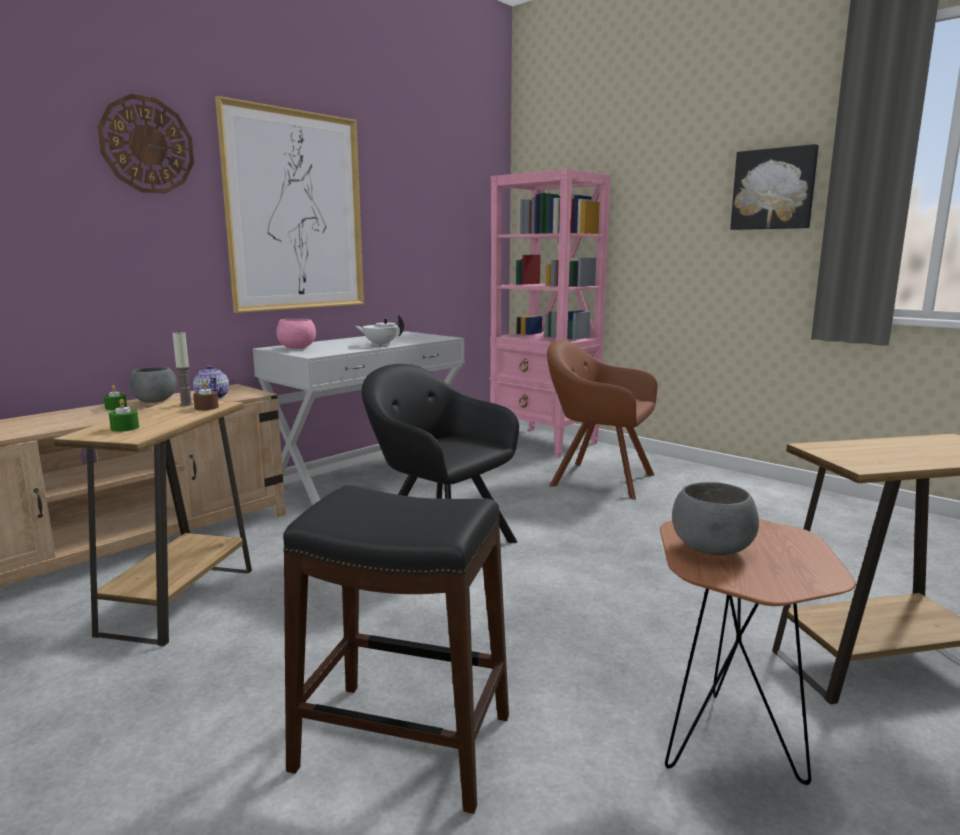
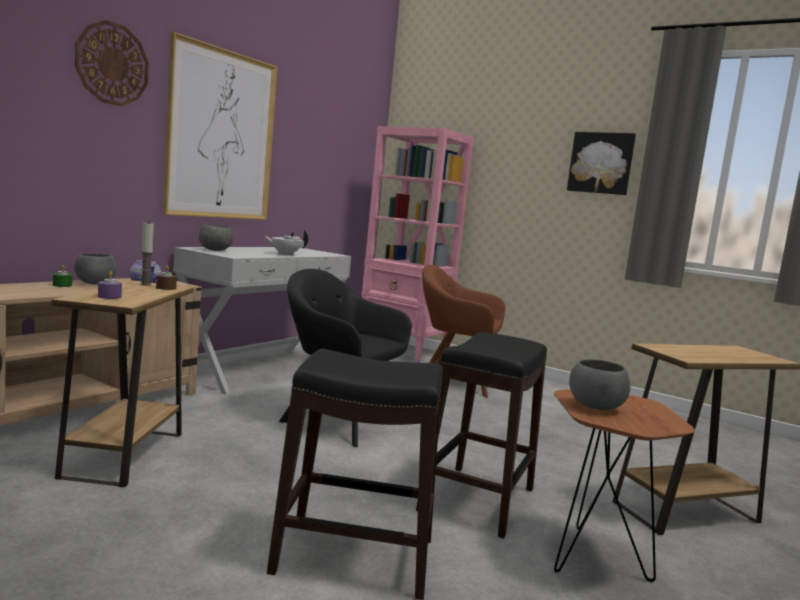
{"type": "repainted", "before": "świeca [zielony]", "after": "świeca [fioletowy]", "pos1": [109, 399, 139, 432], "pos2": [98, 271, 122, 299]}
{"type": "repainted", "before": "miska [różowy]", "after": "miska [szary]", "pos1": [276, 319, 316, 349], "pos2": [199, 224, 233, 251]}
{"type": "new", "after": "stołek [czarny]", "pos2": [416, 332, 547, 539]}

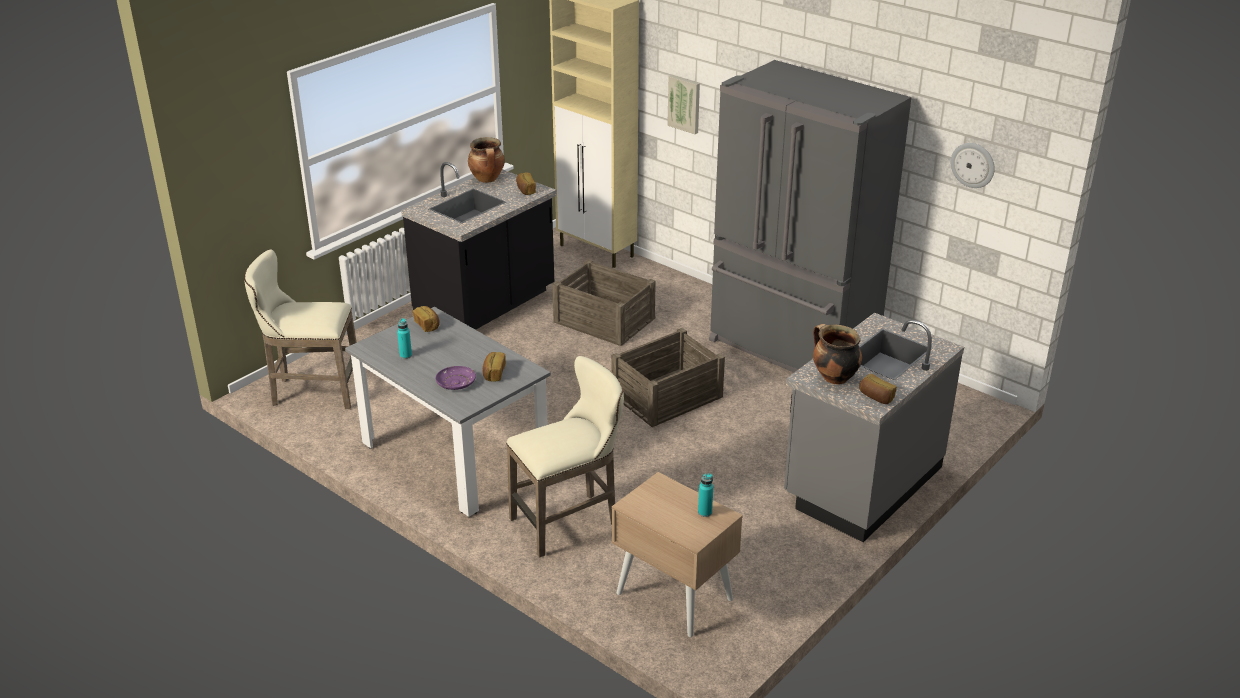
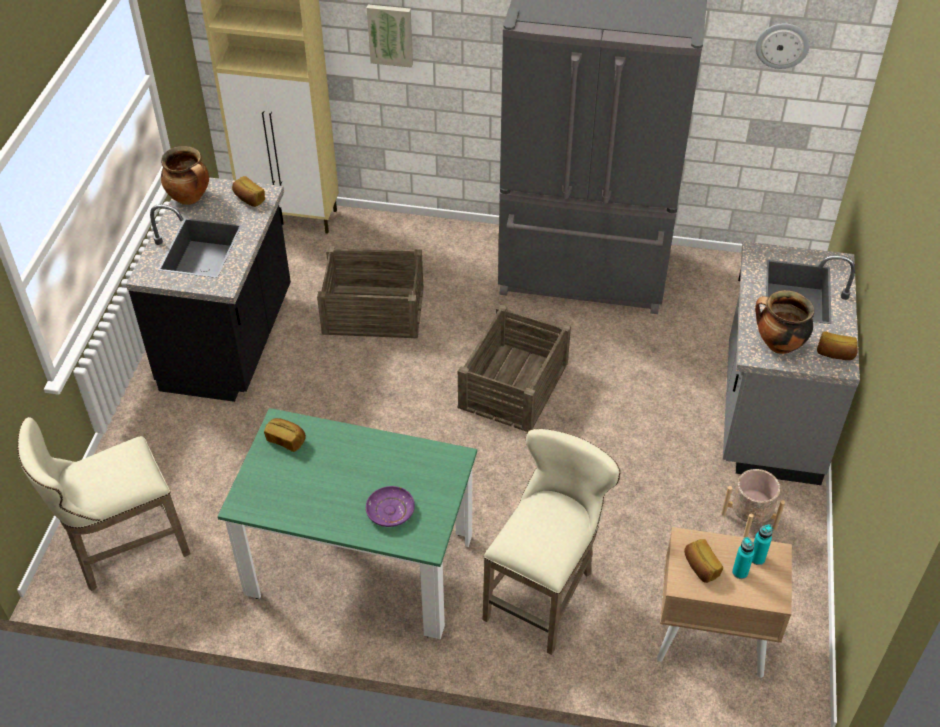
{"type": "repainted", "before": "stół jadalny [szary]", "after": "stół jadalny [zielony]", "pos1": [345, 307, 551, 517], "pos2": [218, 408, 477, 639]}
{"type": "shifted", "before": "chleb", "pos1": [483, 352, 506, 382], "pos2": [684, 539, 723, 583]}
{"type": "new", "after": "donica [beżowy]", "pos2": [721, 469, 785, 537]}
{"type": "shifted", "before": "butelka [turkusowy]", "pos1": [397, 318, 412, 359], "pos2": [732, 537, 754, 579]}

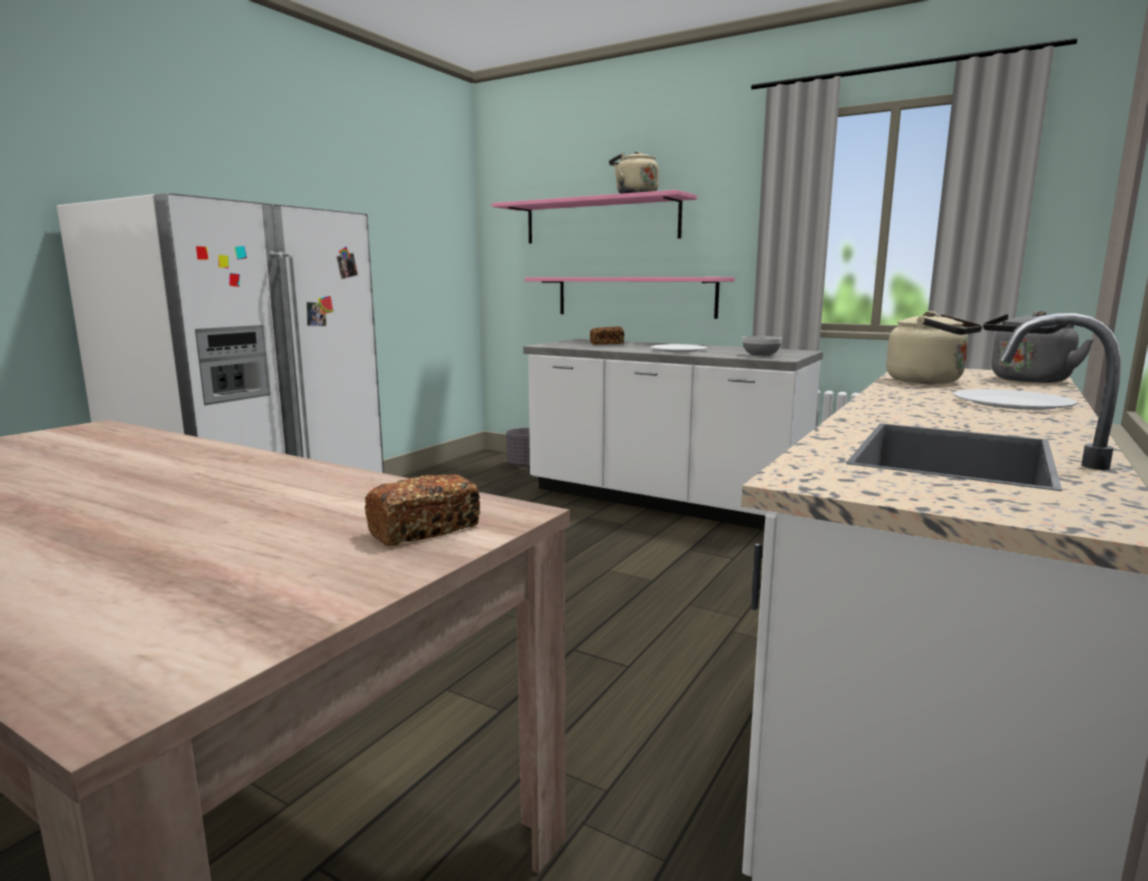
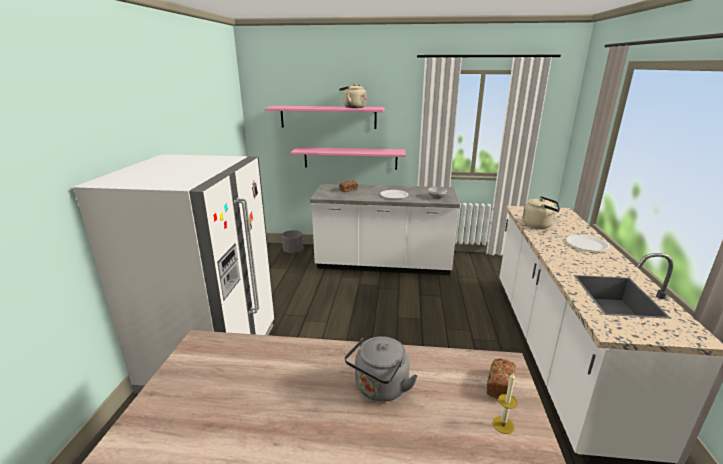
{"type": "shifted", "before": "czajnik [szary]", "pos1": [983, 311, 1094, 383], "pos2": [345, 336, 418, 402]}
{"type": "new", "after": "świeca", "pos2": [492, 373, 518, 434]}

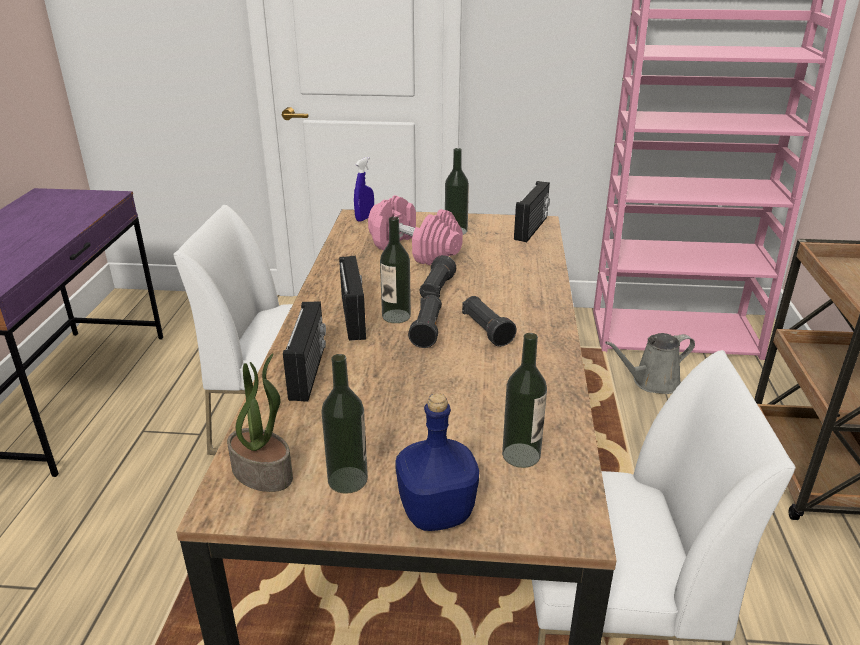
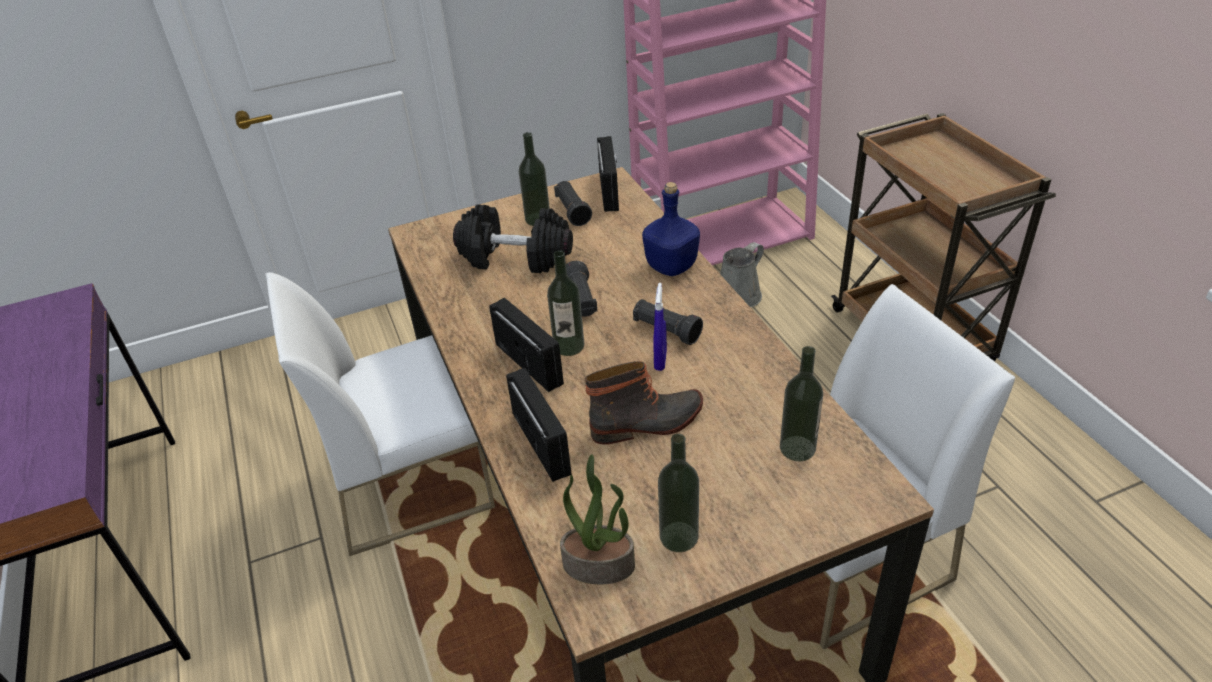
{"type": "repainted", "before": "hantel [różowy]", "after": "hantel [czarny]", "pos1": [368, 195, 463, 265], "pos2": [453, 204, 573, 273]}
{"type": "shifted", "before": "latarka [czarny]", "pos1": [408, 295, 442, 348], "pos2": [554, 181, 592, 226]}
{"type": "new", "after": "but z cholewką", "pos2": [585, 361, 703, 444]}
{"type": "shifted", "before": "butelka [niebieski]", "pos1": [396, 393, 479, 531], "pos2": [642, 182, 700, 276]}
{"type": "shifted", "before": "spryskiwacz [niebieski]", "pos1": [354, 157, 374, 222], "pos2": [653, 283, 667, 371]}

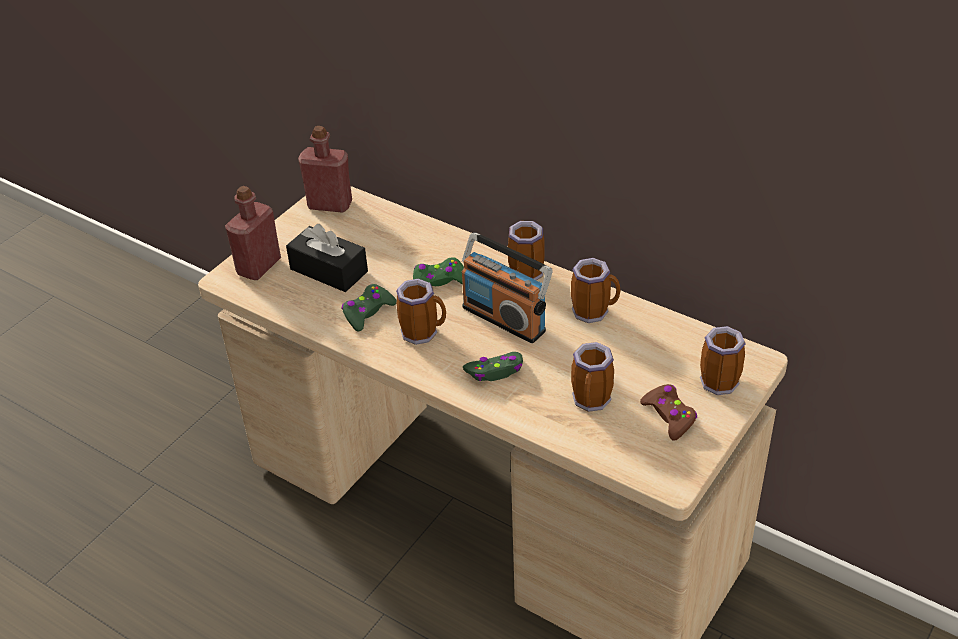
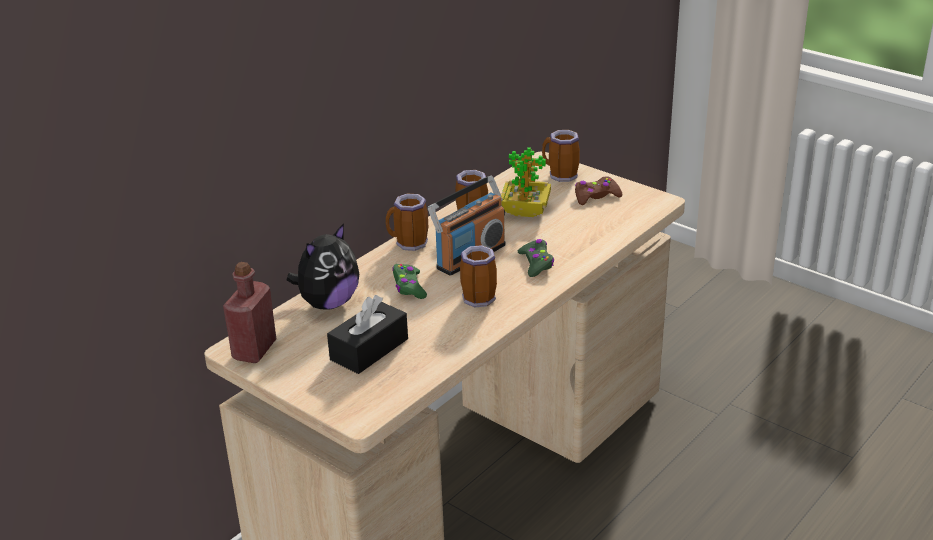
{"type": "new", "after": "pluszak", "pos2": [287, 223, 359, 309]}
{"type": "new", "after": "roślina doniczkowa", "pos2": [501, 147, 551, 217]}
{"type": "gone", "before": "butelka [czerwony]", "pos1": [225, 186, 281, 280]}
{"type": "gone", "before": "pad do gier [zielony]", "pos1": [341, 284, 397, 331]}
{"type": "gone", "before": "kubek", "pos1": [571, 342, 614, 412]}

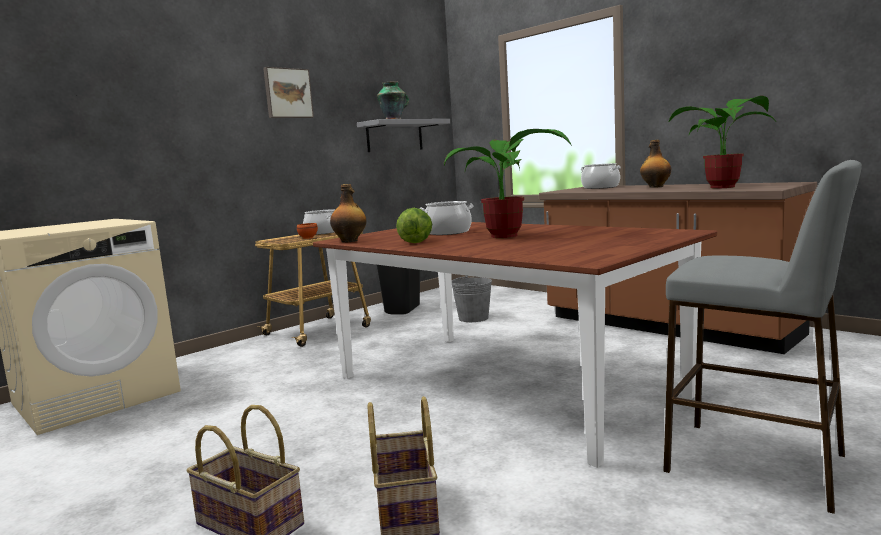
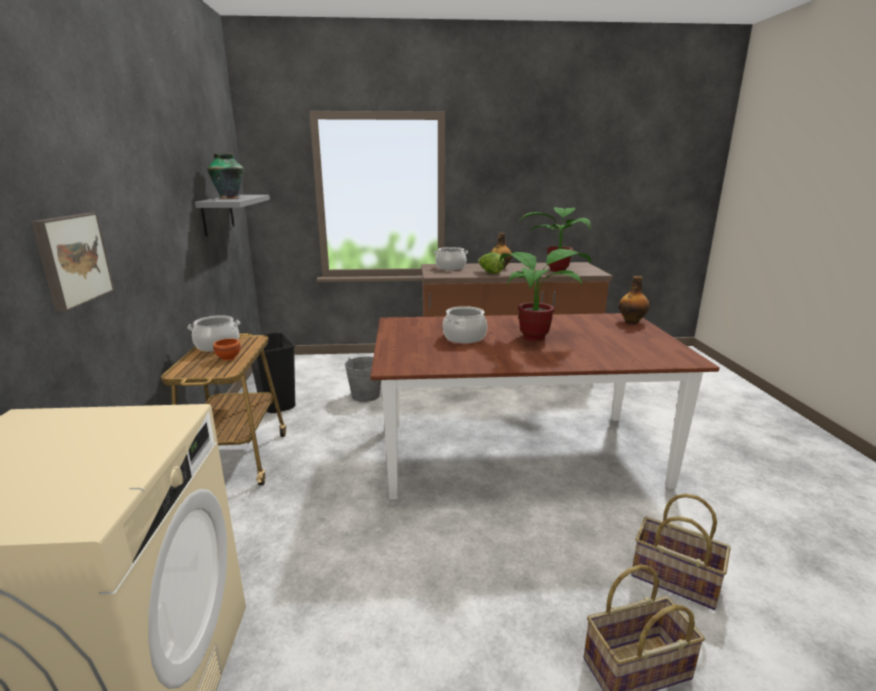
{"type": "shifted", "before": "obraz", "pos1": [263, 67, 314, 118], "pos2": [31, 213, 115, 312]}
{"type": "shifted", "before": "sałata", "pos1": [396, 208, 432, 243], "pos2": [478, 252, 505, 274]}
{"type": "shifted", "before": "butelka", "pos1": [330, 184, 367, 242], "pos2": [619, 276, 650, 324]}
{"type": "gone", "before": "stołek [szary]", "pos1": [663, 160, 862, 514]}

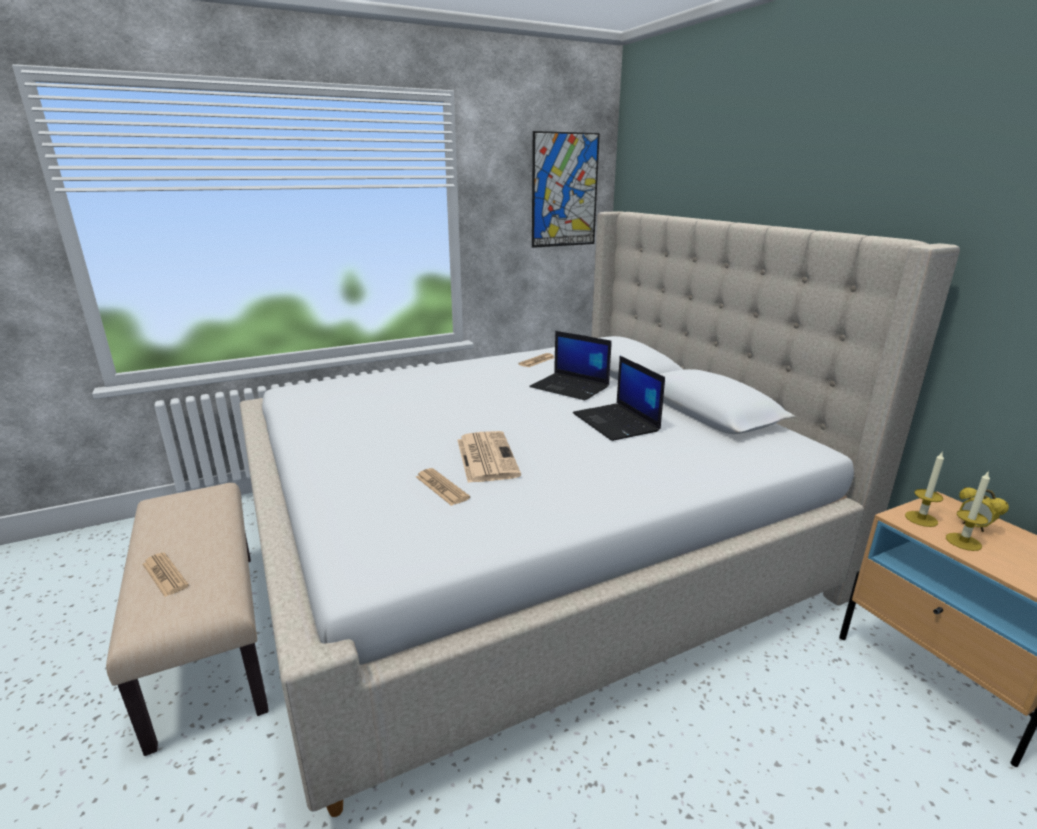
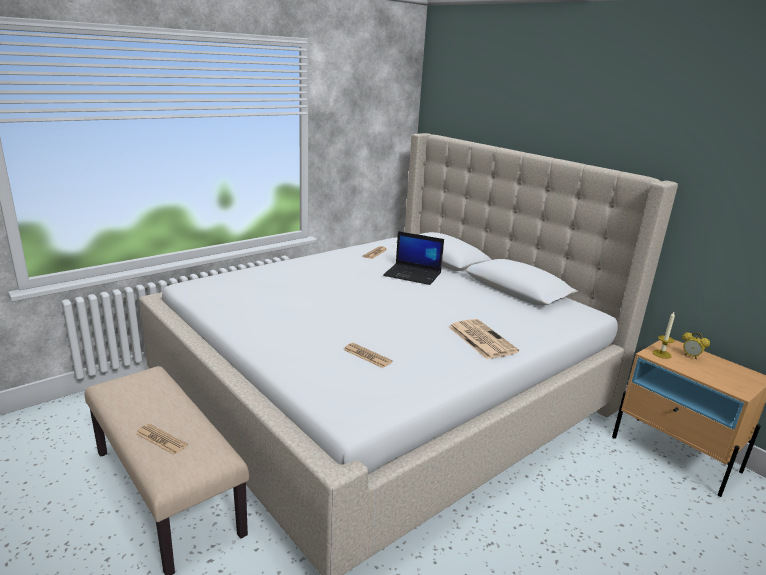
{"type": "shifted", "before": "gazeta", "pos1": [458, 431, 521, 483], "pos2": [449, 319, 519, 359]}
{"type": "gone", "before": "obraz", "pos1": [532, 131, 600, 248]}
{"type": "gone", "before": "laptop", "pos1": [573, 356, 665, 441]}
{"type": "gone", "before": "świeca", "pos1": [946, 472, 990, 551]}

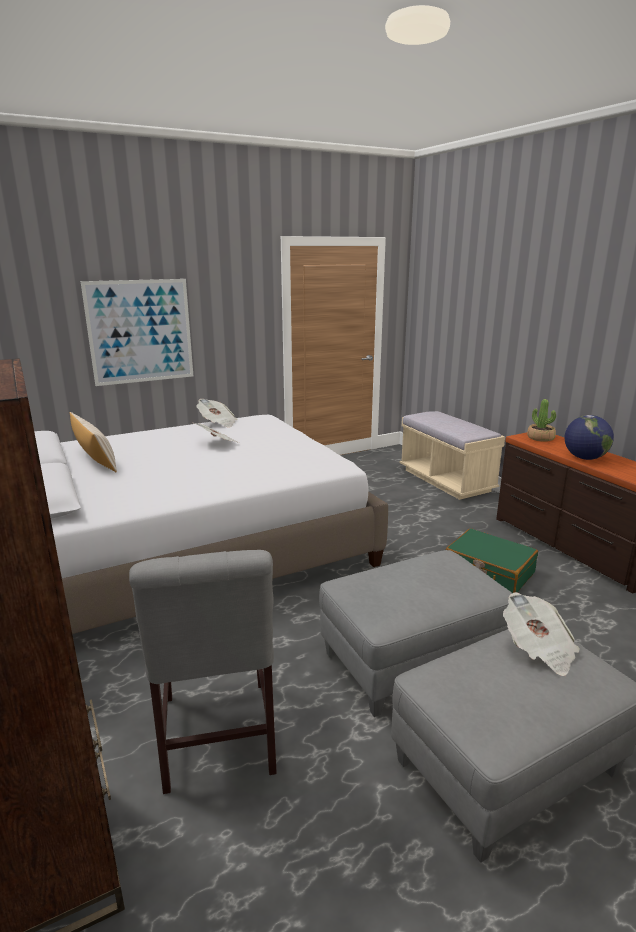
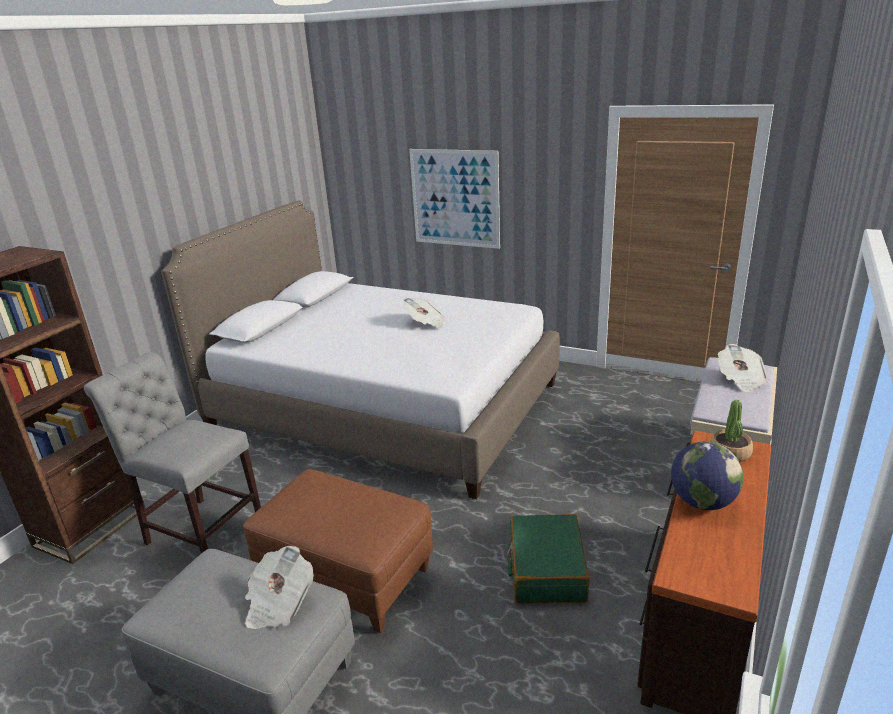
{"type": "rotated", "before": "krzesło [szary]", "pos1": [129, 550, 277, 794], "pos2": [84, 352, 261, 553], "turn": 75}
{"type": "repainted", "before": "pufa [szary]", "after": "pufa [brązowy]", "pos1": [319, 550, 512, 717], "pos2": [243, 469, 433, 633]}
{"type": "shifted", "before": "gazeta", "pos1": [196, 399, 237, 428], "pos2": [718, 344, 768, 392]}
{"type": "gone", "before": "poduszka [beżowy]", "pos1": [70, 412, 117, 473]}

